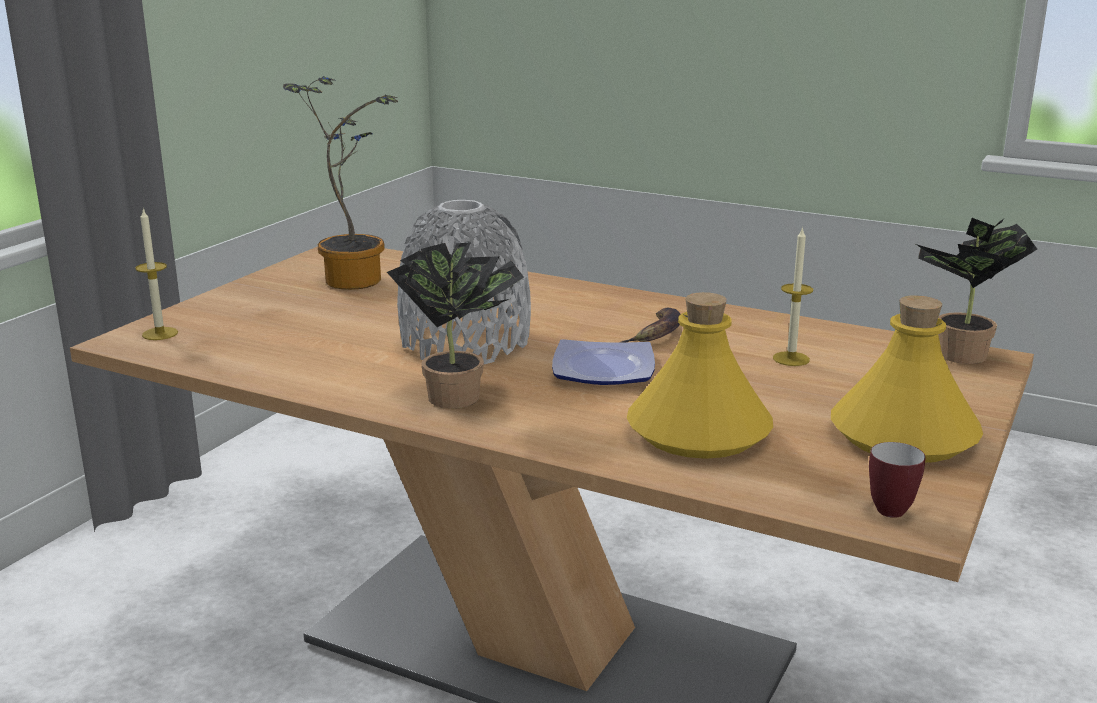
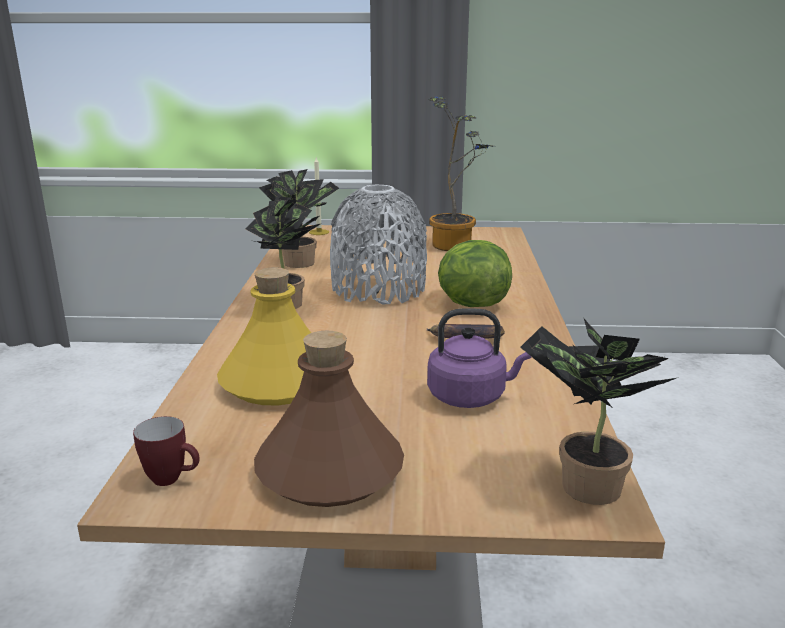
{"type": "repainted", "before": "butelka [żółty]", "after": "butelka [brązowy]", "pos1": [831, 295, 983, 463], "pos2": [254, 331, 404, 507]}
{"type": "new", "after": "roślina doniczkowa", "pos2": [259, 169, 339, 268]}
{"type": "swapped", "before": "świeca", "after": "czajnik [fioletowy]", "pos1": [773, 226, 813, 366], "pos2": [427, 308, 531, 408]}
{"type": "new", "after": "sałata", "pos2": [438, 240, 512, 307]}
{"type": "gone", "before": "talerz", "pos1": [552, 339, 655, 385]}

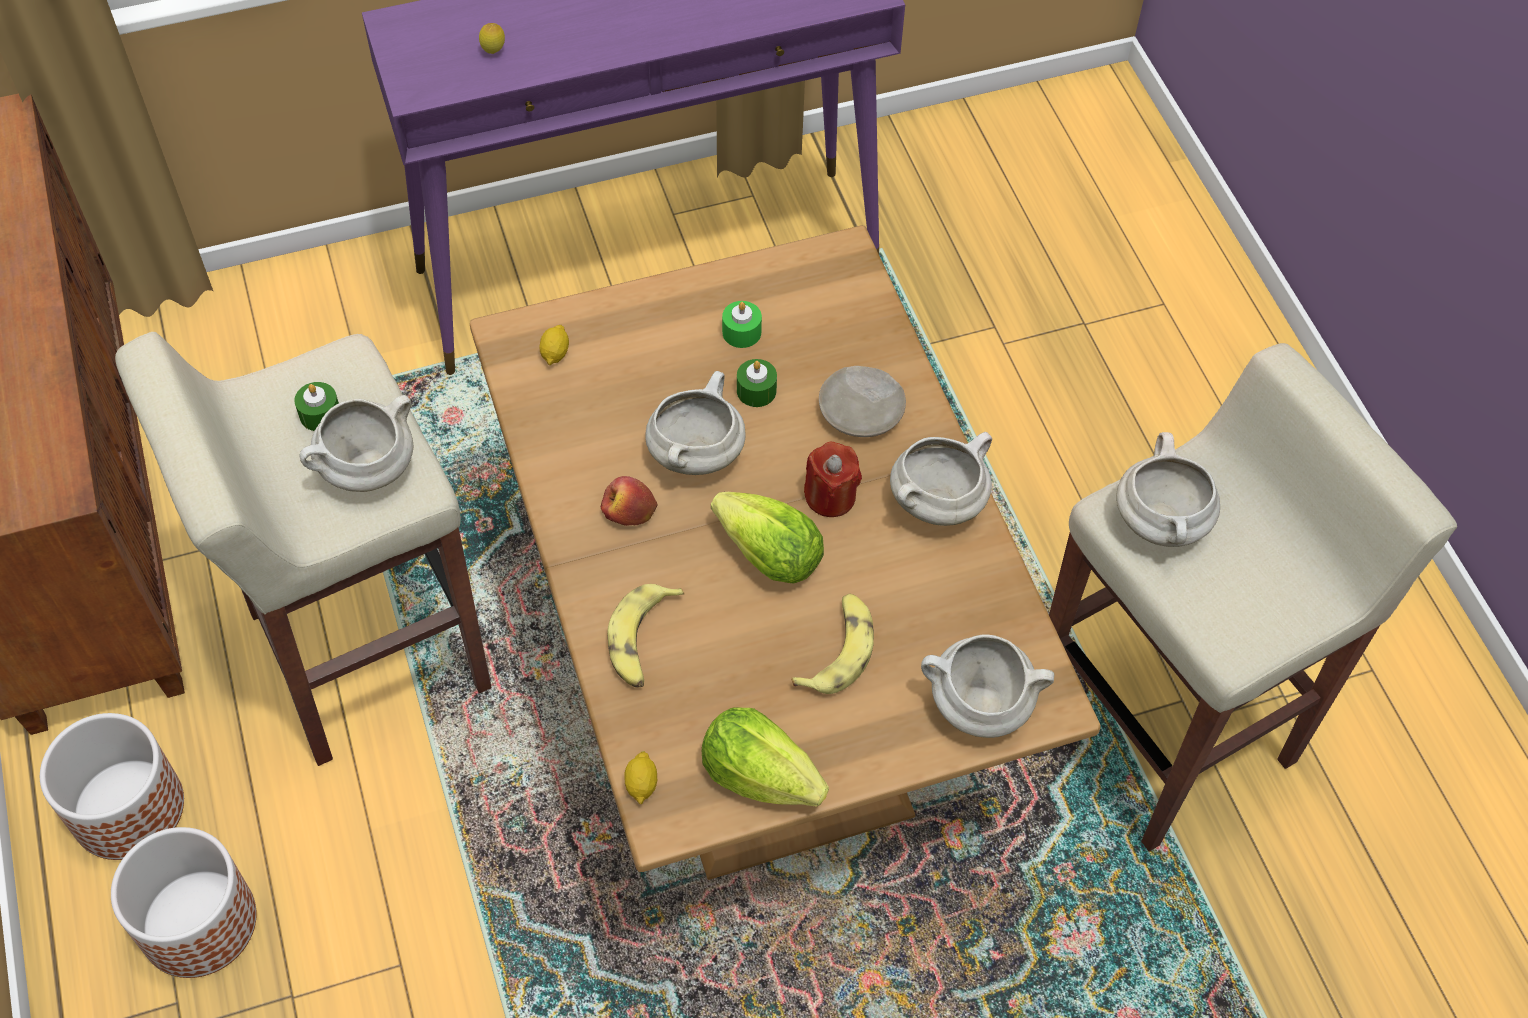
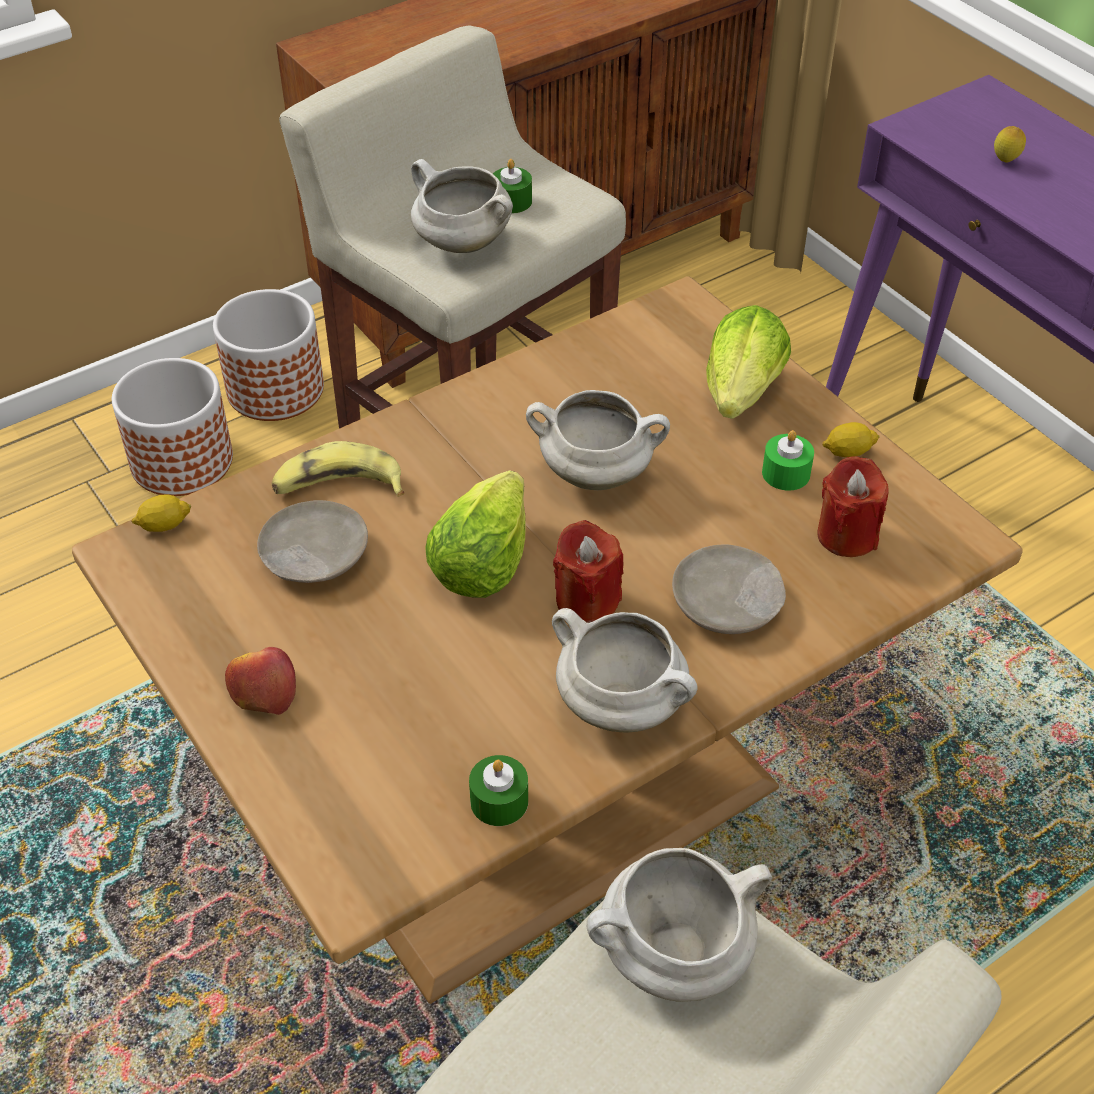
{"type": "shifted", "before": "jabłko", "pos1": [601, 476, 658, 526], "pos2": [225, 647, 296, 715]}
{"type": "new", "after": "talerz [beżowy]", "pos2": [257, 500, 368, 583]}
{"type": "shifted", "before": "świeca [zielony]", "pos1": [737, 359, 777, 407], "pos2": [469, 755, 528, 826]}
{"type": "shifted", "before": "sałata", "pos1": [702, 707, 829, 806], "pos2": [706, 305, 791, 419]}
{"type": "new", "after": "świeca [czerwony]", "pos2": [817, 456, 889, 557]}
{"type": "shifted", "before": "cytryna", "pos1": [539, 325, 569, 365], "pos2": [822, 422, 880, 457]}
{"type": "gone", "before": "banan", "pos1": [791, 594, 874, 694]}
{"type": "gone", "before": "garnek [biały]", "pos1": [921, 635, 1054, 738]}

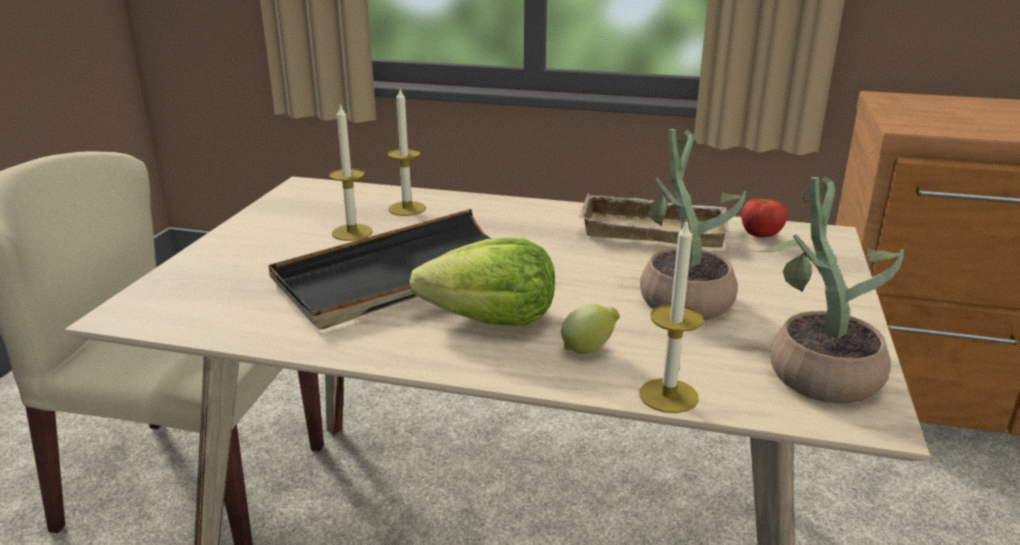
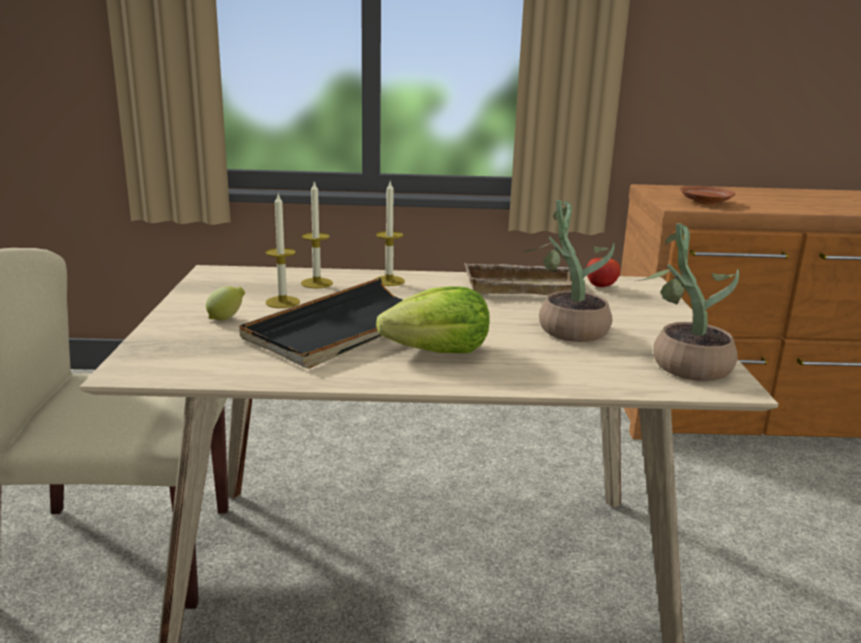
{"type": "shifted", "before": "cytryna", "pos1": [561, 304, 620, 354], "pos2": [206, 286, 245, 321]}
{"type": "shifted", "before": "świeca", "pos1": [639, 220, 703, 413], "pos2": [375, 182, 405, 286]}
{"type": "new", "after": "talerz [brązowy]", "pos2": [680, 186, 735, 205]}

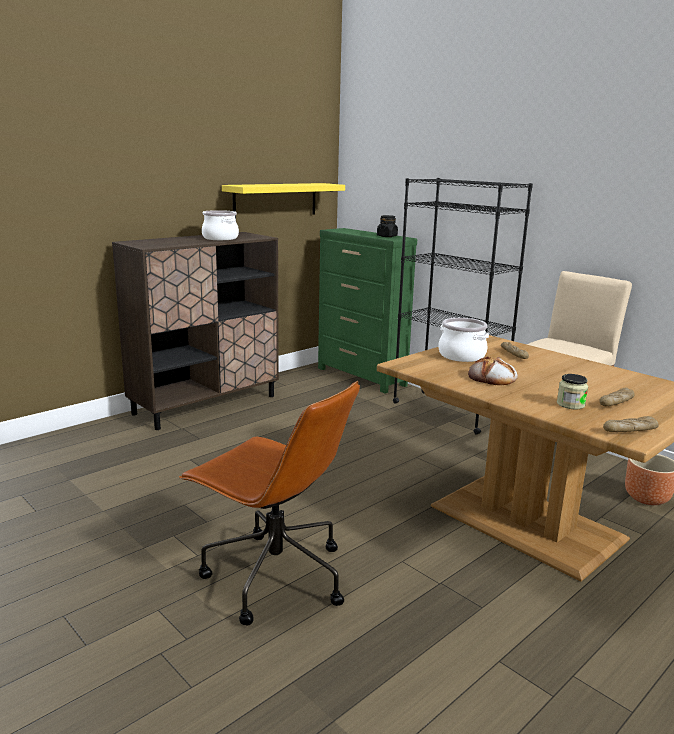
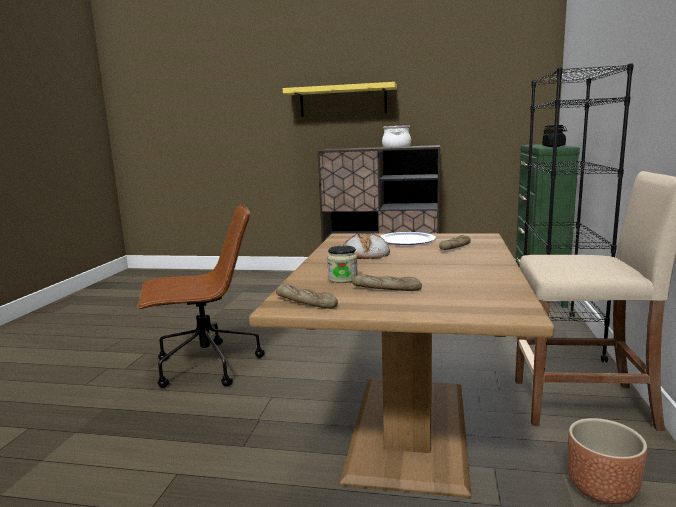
{"type": "rotated", "before": "krzesło biurowe [brązowy]", "pos1": [179, 381, 360, 626], "pos2": [137, 205, 265, 388], "turn": -105}
{"type": "shifted", "before": "półka [żółty]", "pos1": [222, 183, 345, 218], "pos2": [283, 82, 397, 117]}
{"type": "swapped", "before": "garnek", "after": "talerz", "pos1": [438, 318, 489, 362], "pos2": [380, 232, 436, 245]}

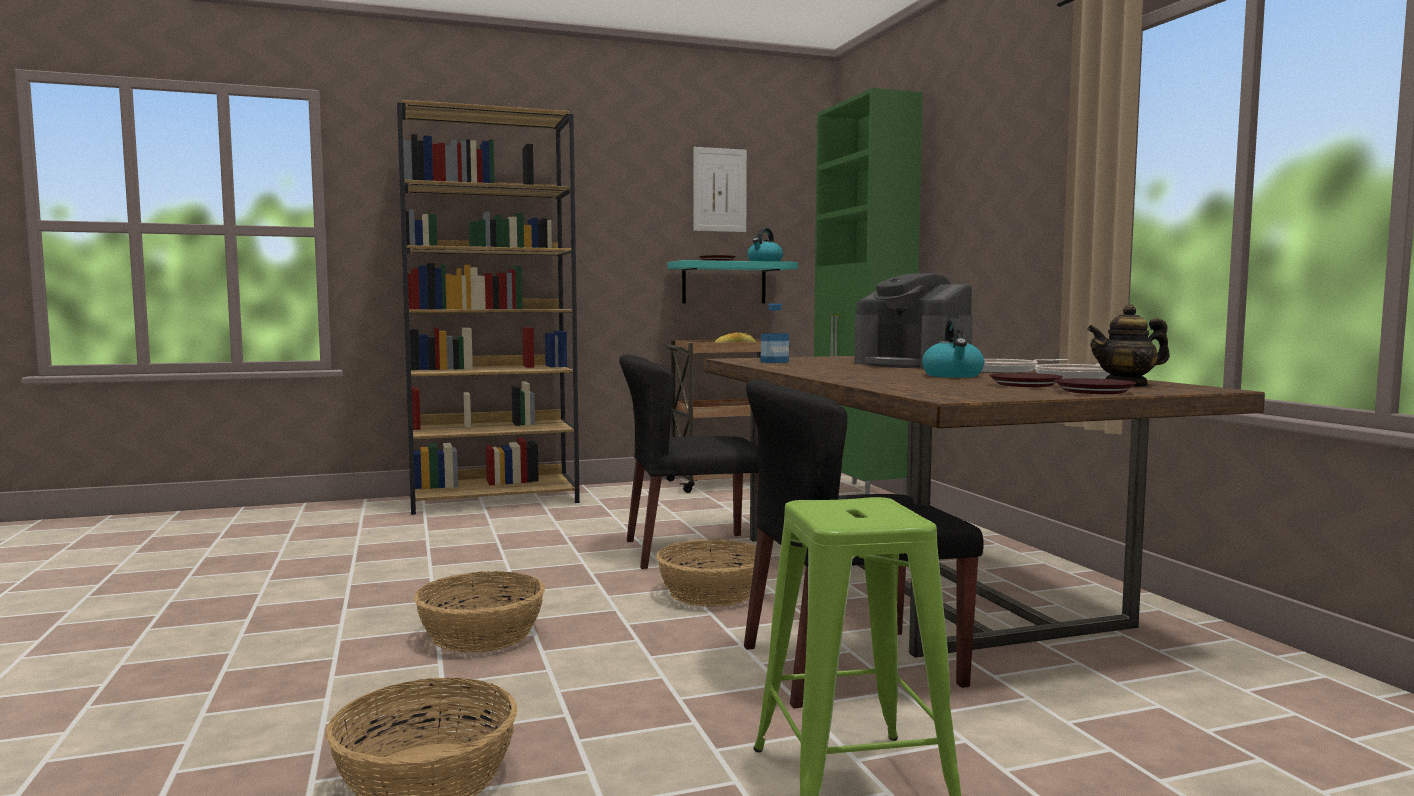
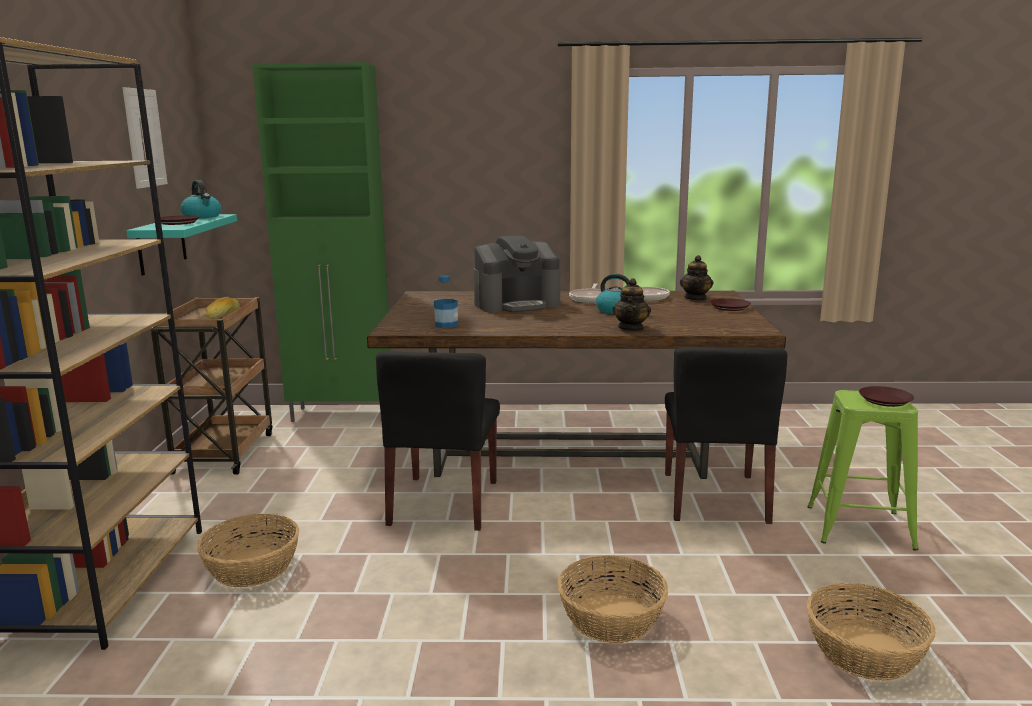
{"type": "shifted", "before": "koszyk", "pos1": [656, 539, 756, 607], "pos2": [197, 513, 299, 587]}
{"type": "new", "after": "imbryk", "pos2": [612, 278, 651, 331]}
{"type": "shifted", "before": "talerz [brązowy]", "pos1": [989, 373, 1063, 387], "pos2": [859, 386, 914, 407]}

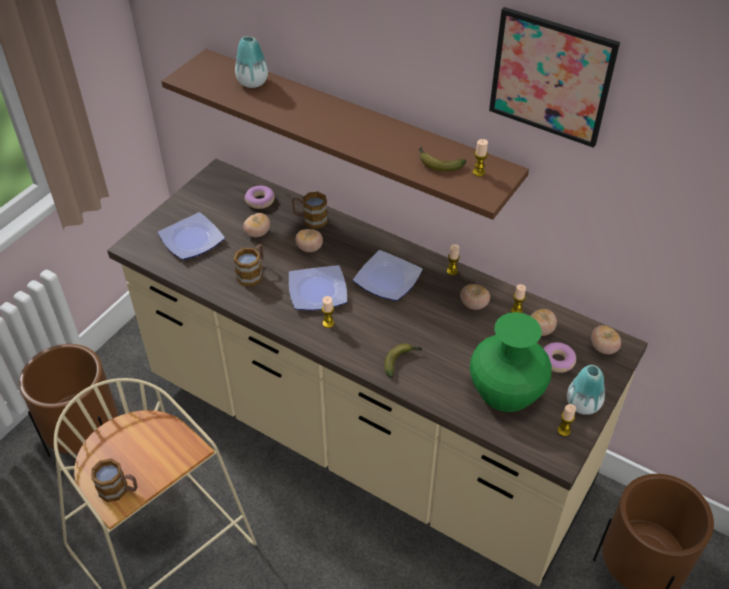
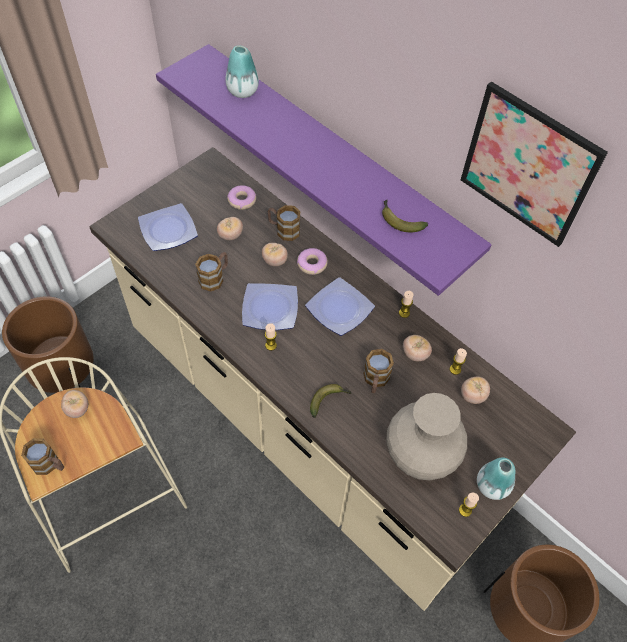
{"type": "shifted", "before": "pomidor", "pos1": [591, 325, 621, 354], "pos2": [61, 390, 88, 418]}
{"type": "repainted", "before": "półka [brązowy]", "after": "półka [fioletowy]", "pos1": [161, 49, 529, 220], "pos2": [156, 44, 492, 296]}
{"type": "shifted", "before": "donut", "pos1": [543, 342, 576, 373], "pos2": [297, 248, 328, 275]}
{"type": "new", "after": "kubek", "pos2": [363, 349, 394, 393]}
{"type": "repainted", "before": "wazon [zielony]", "after": "wazon [beżowy]", "pos1": [470, 312, 552, 412], "pos2": [386, 393, 467, 481]}
{"type": "gone", "before": "świeca", "pos1": [473, 139, 488, 177]}

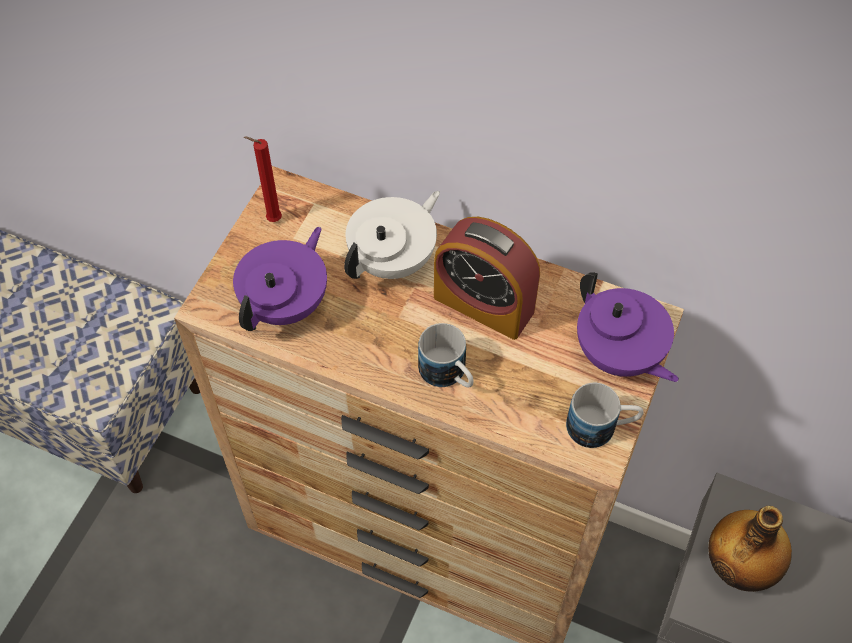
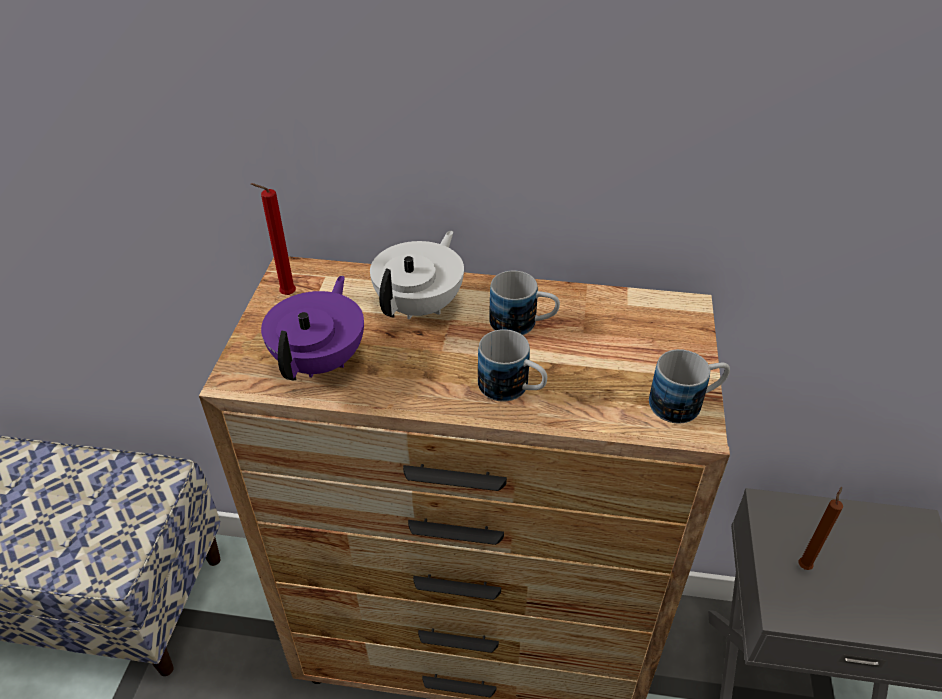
{"type": "swapped", "before": "budzik", "after": "kubek", "pos1": [434, 217, 540, 340], "pos2": [489, 271, 560, 335]}
{"type": "swapped", "before": "butelka", "after": "świeca [brązowy]", "pos1": [708, 506, 792, 592], "pos2": [798, 487, 843, 570]}
{"type": "gone", "before": "imbryk [fioletowy]", "pos1": [577, 272, 679, 382]}

